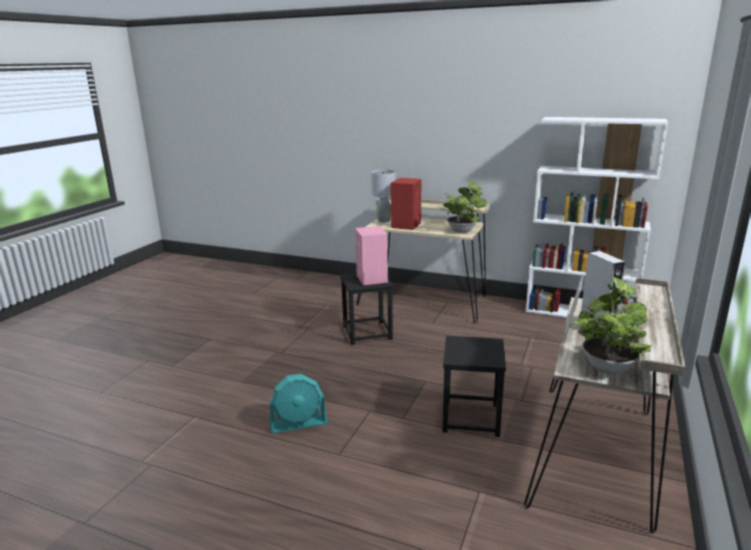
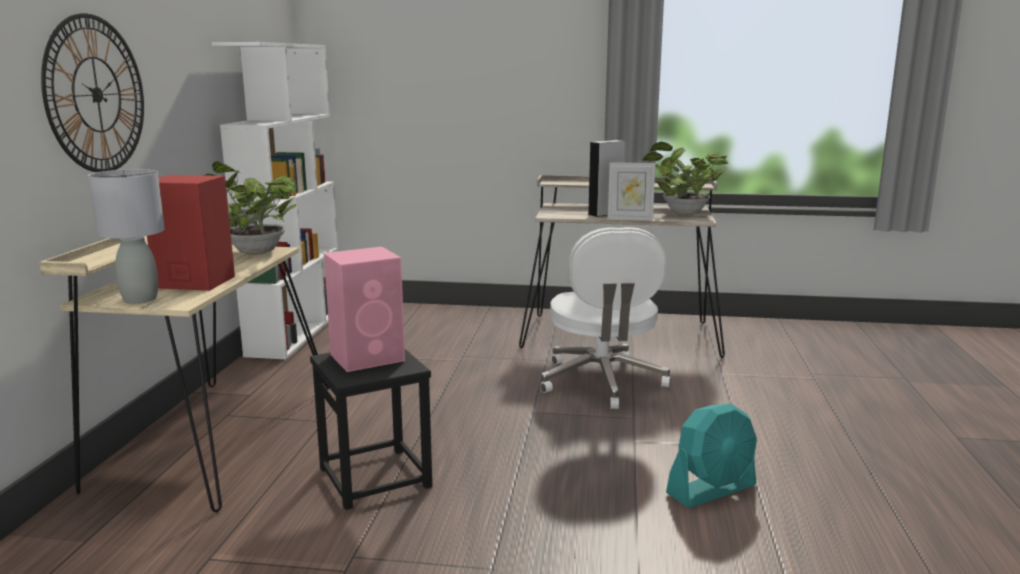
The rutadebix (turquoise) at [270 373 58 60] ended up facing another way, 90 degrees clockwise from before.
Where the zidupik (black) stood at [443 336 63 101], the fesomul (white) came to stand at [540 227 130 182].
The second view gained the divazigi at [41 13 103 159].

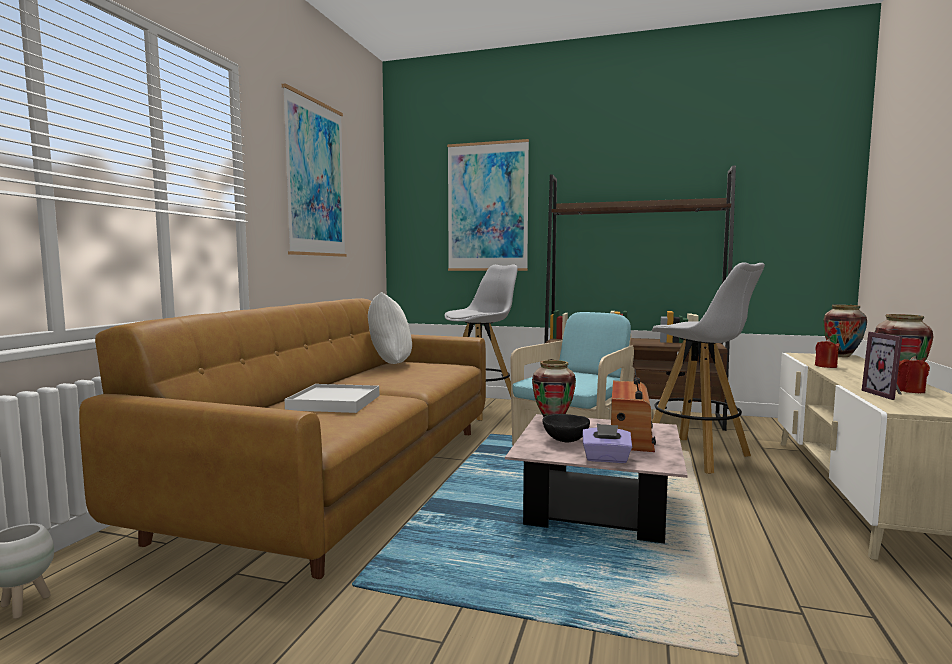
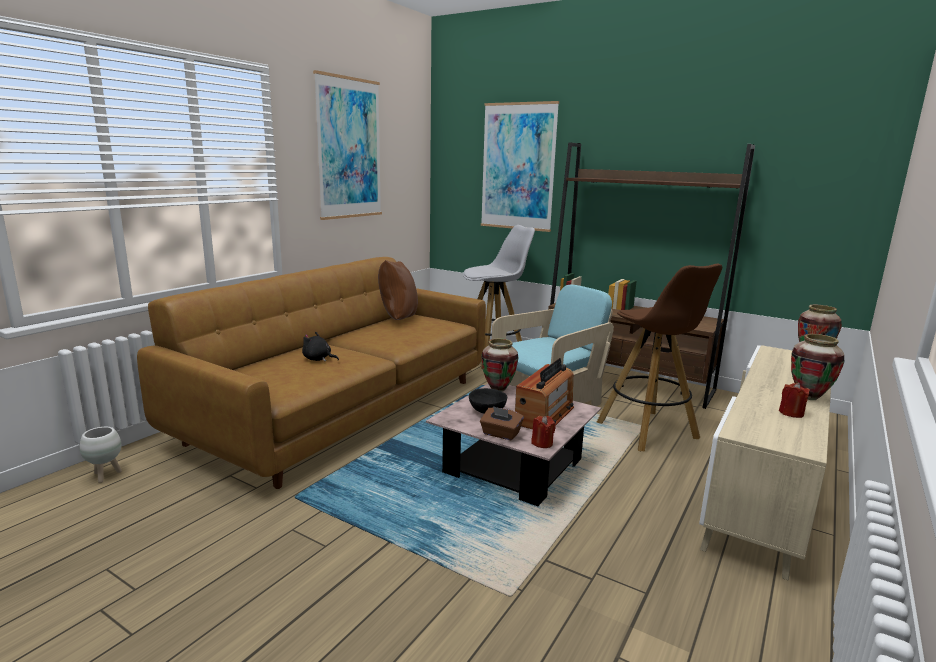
Where the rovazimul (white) stood at [285 384 94 29], the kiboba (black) came to stand at [302 332 37 29].
What was the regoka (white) at [368 292 44 72] turned into the regoka (brown) at [378 260 40 60].
What was the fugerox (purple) at [582 424 50 39] turned into the fugerox (brown) at [480 406 44 34].
What was the zidupik (white) at [652 262 113 212] turned into the zidupik (brown) at [597 264 126 187].
The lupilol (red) ended up elsewhere, having gone from [815 339 24 29] to [531 416 25 32].
The second view lost the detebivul at [862 332 40 68].

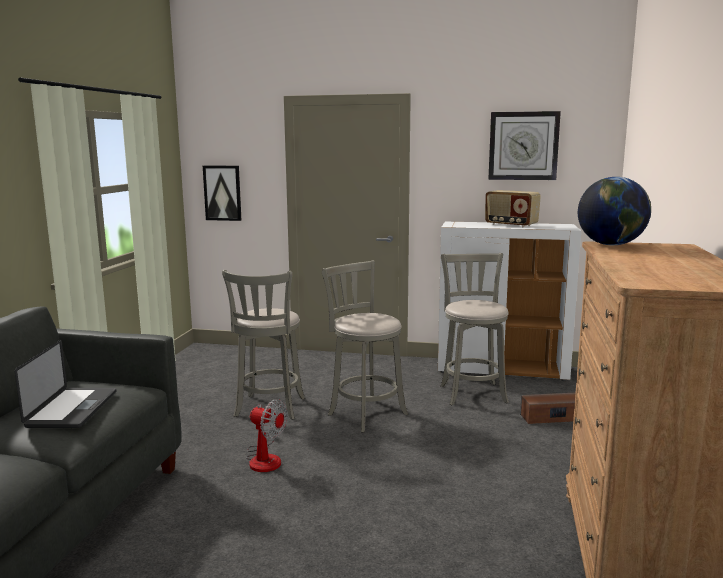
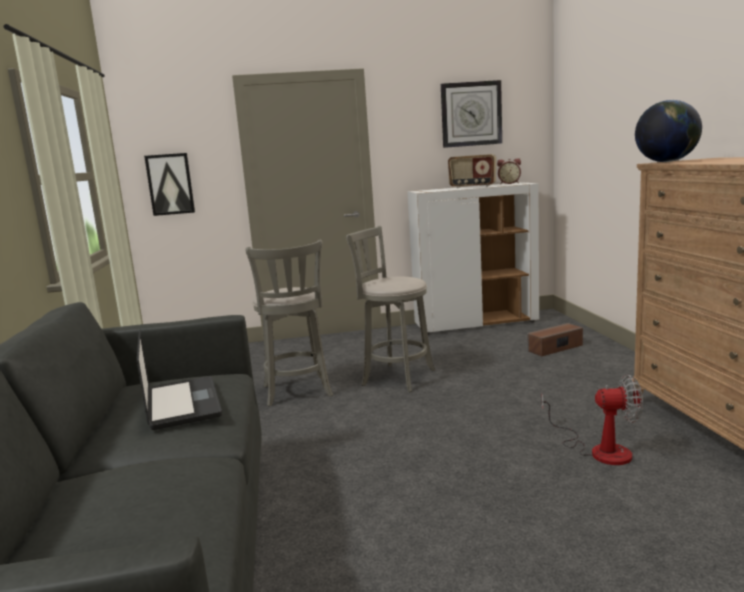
The rutadebix ended up elsewhere, having gone from [246 399 42 73] to [541 374 102 91].
The second view lost the zidupik (grey) at [440 253 69 152].
The second view gained the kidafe at [497 158 24 26].

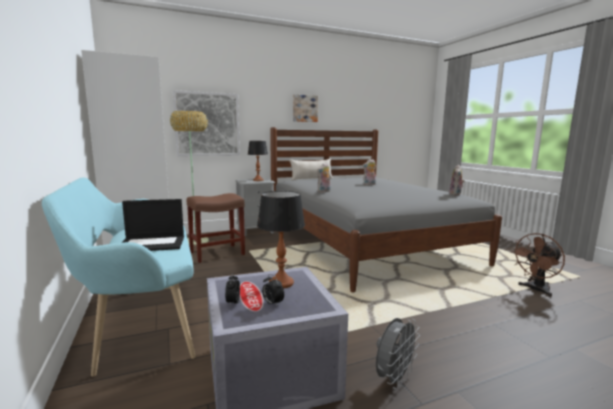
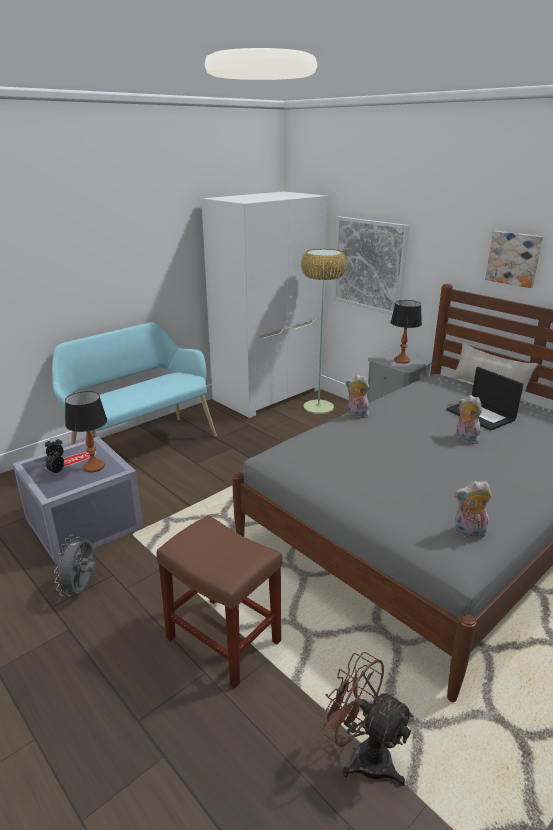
The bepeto ended up elsewhere, having gone from [122 199 62 52] to [446 367 77 64].
The zidupik (brown) ended up elsewhere, having gone from [187 193 58 70] to [156 515 127 174].
The rutadebix (grey) at [376 318 44 71] ended up facing another way, 75 degrees clockwise from before.

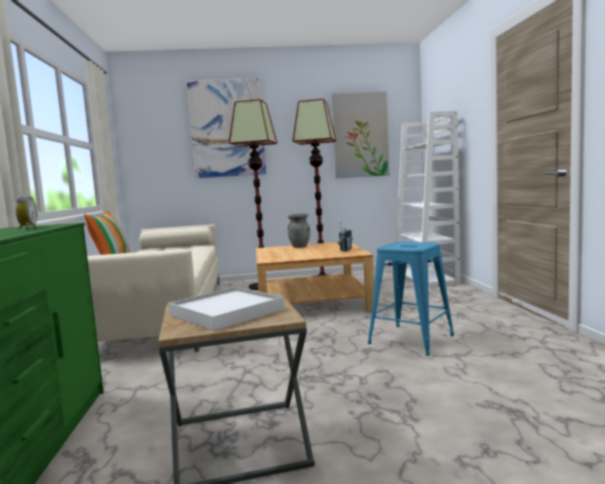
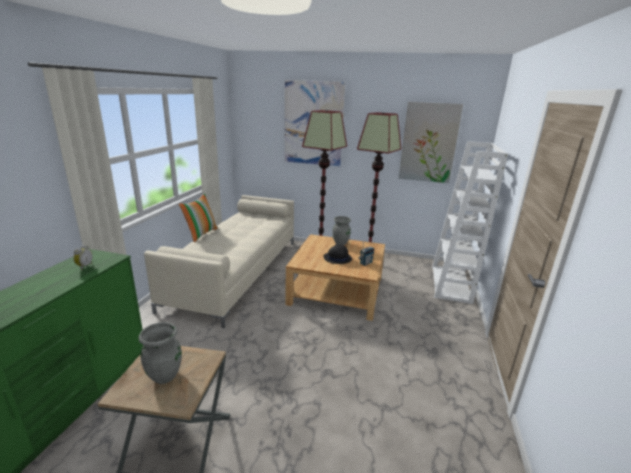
Where the rovazimul (white) stood at [168 287 116 44], the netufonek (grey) came to stand at [138 322 44 62].
The second view lost the zidupik (blue) at [368 242 86 114].
The second view gained the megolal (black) at [323 244 29 20].

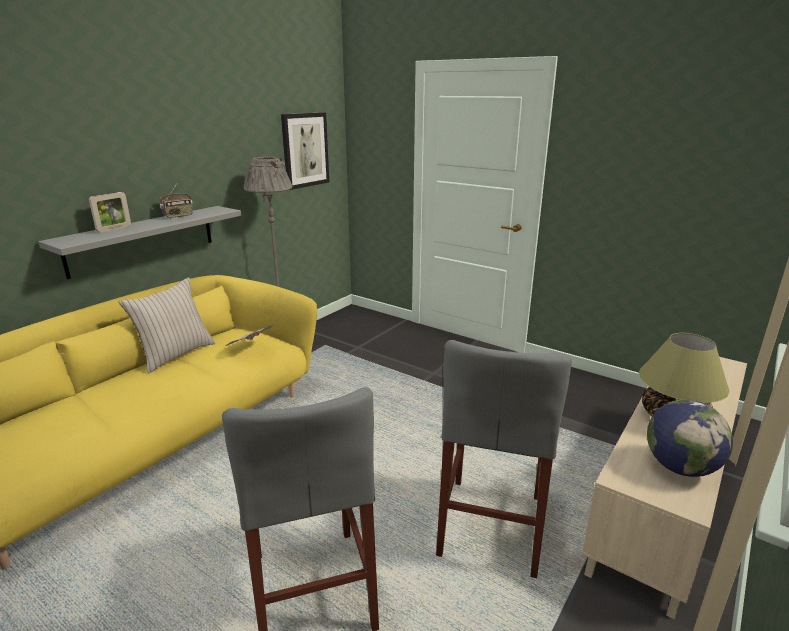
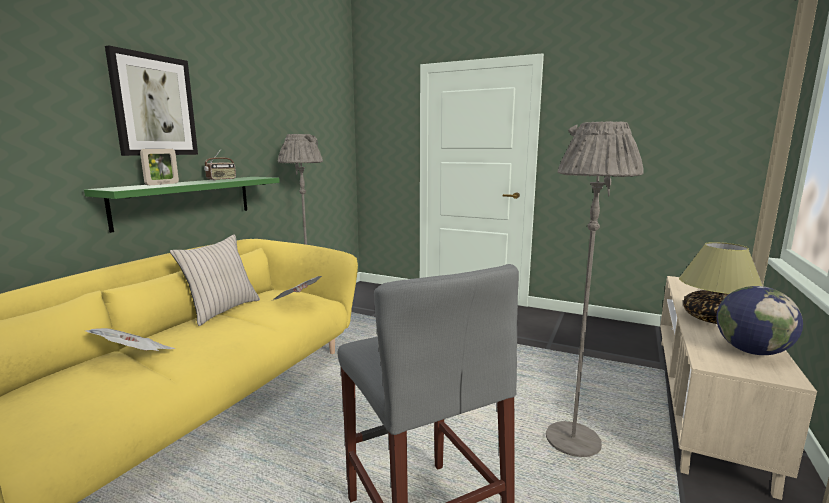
What was the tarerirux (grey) at [38 206 203 73] turned into the tarerirux (green) at [84 177 196 56].
The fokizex ended up elsewhere, having gone from [281 112 48 78] to [105 45 93 111].
Where the zidupik (grey) stood at [436 340 136 238], the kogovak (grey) came to stand at [546 121 98 336].
The second view gained the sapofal at [85 328 90 23].

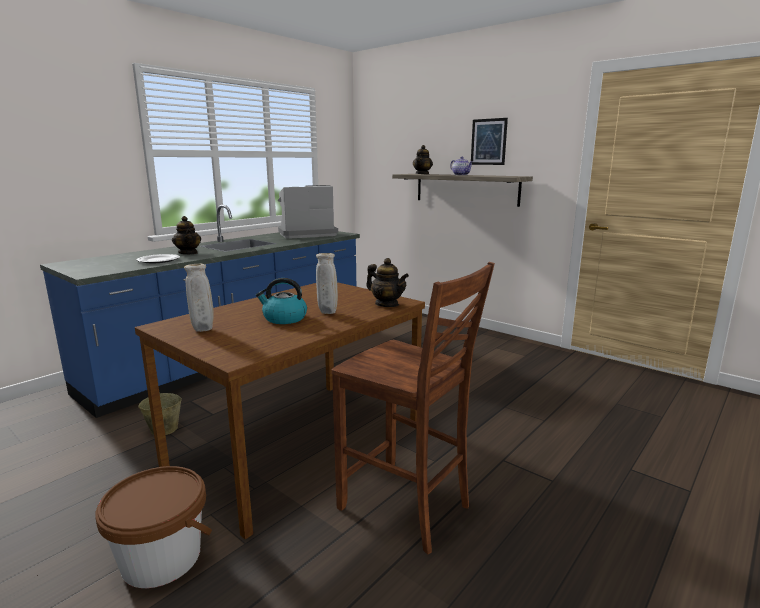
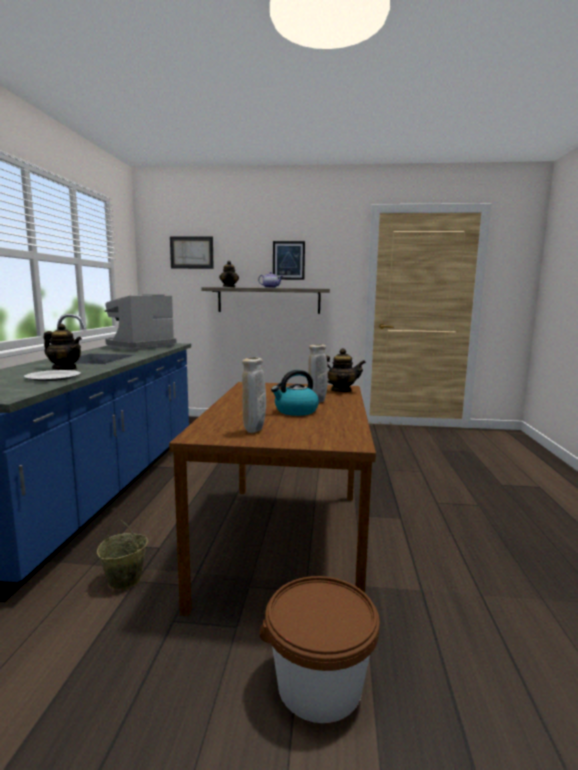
The second view lost the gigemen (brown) at [332 262 163 292].
The second view gained the fokizex at [170 236 44 33].

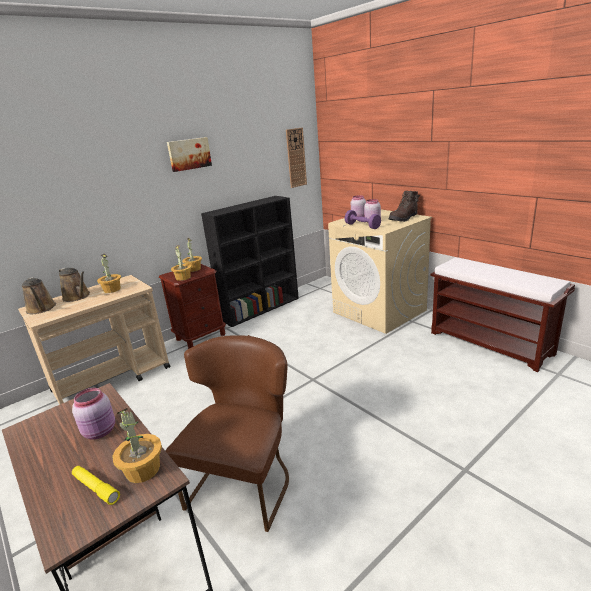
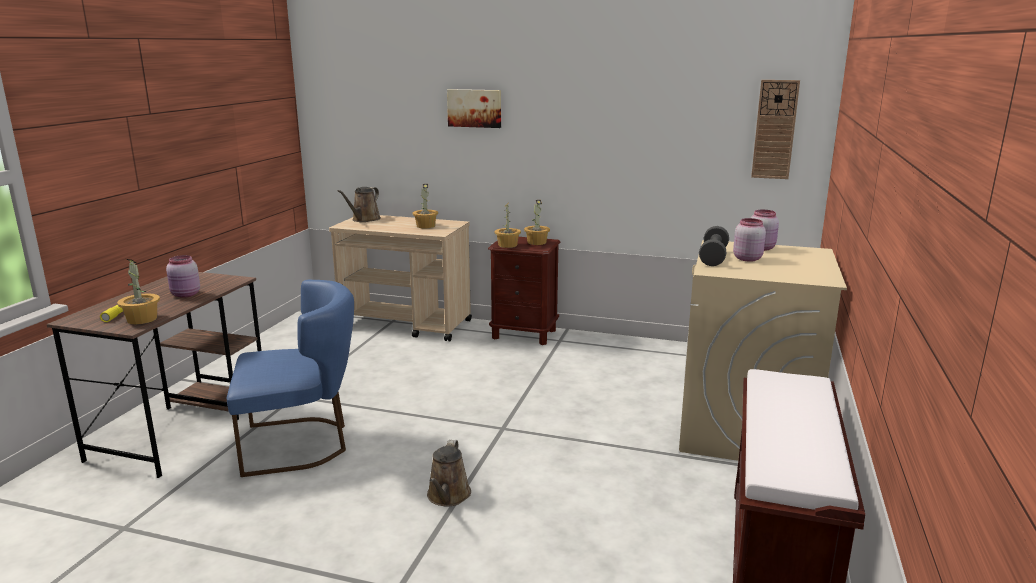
The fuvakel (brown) ended up elsewhere, having gone from [59 268 31 34] to [427 440 44 66].
What was the gigemen (brown) at [165 335 124 197] turned into the gigemen (blue) at [227 280 127 197].
The fokizex ended up elsewhere, having gone from [167 137 45 35] to [447 89 54 39].
The second view lost the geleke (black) at [201 196 98 131].
What was the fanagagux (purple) at [345 210 36 19] turned into the fanagagux (grey) at [699 226 30 40].
The second view lost the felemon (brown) at [389 191 31 31].

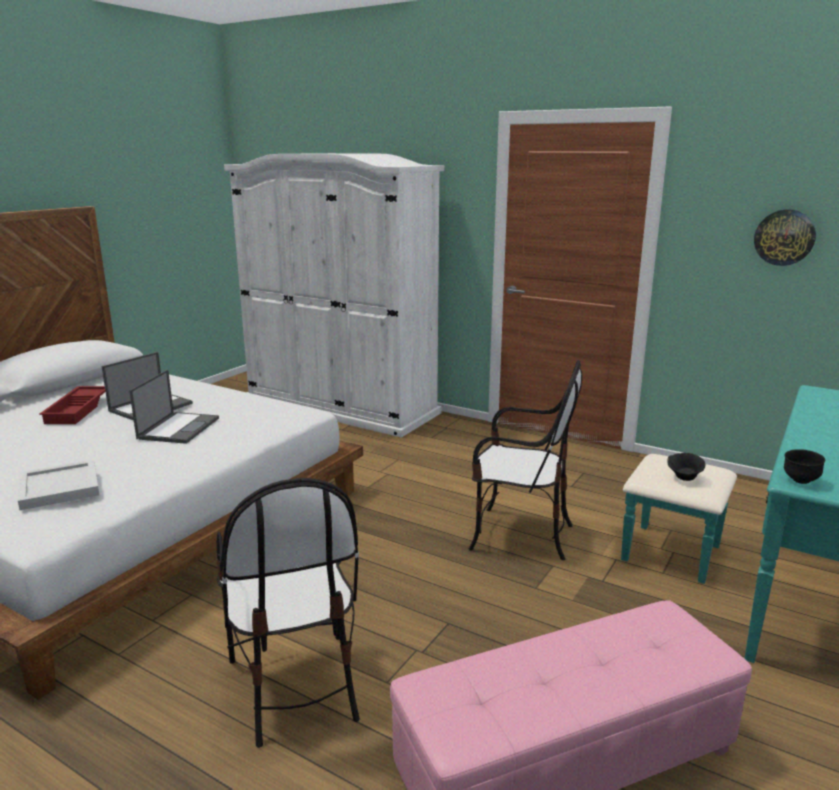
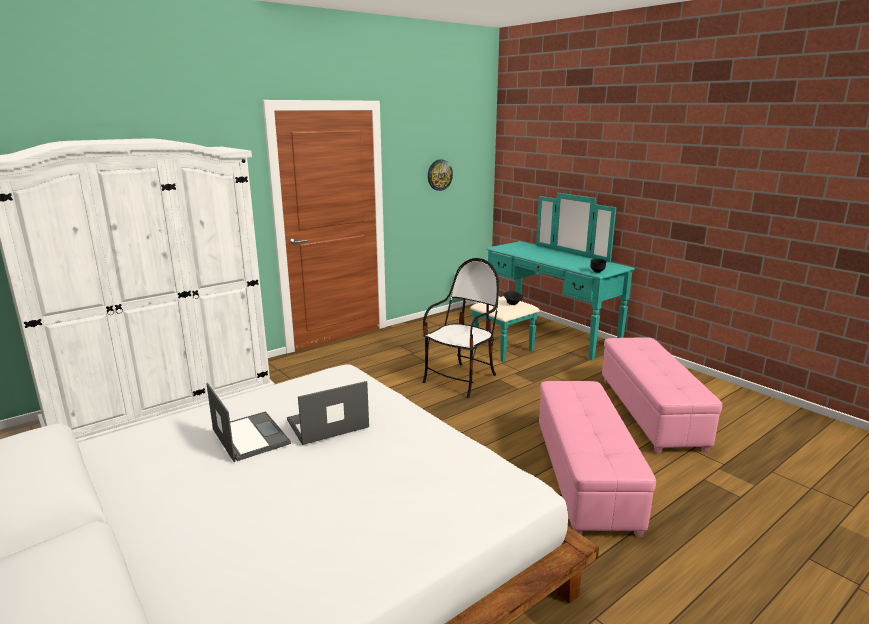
The second view lost the rovazimul (white) at [18 460 81 50].
The second view lost the rovazimul (red) at [39 386 66 38].
The bepeto at [129 369 90 75] ended up facing another way, 60 degrees counterclockwise from before.
Where the gigemen stood at [216 478 144 270], the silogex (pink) came to stand at [539 381 117 156].

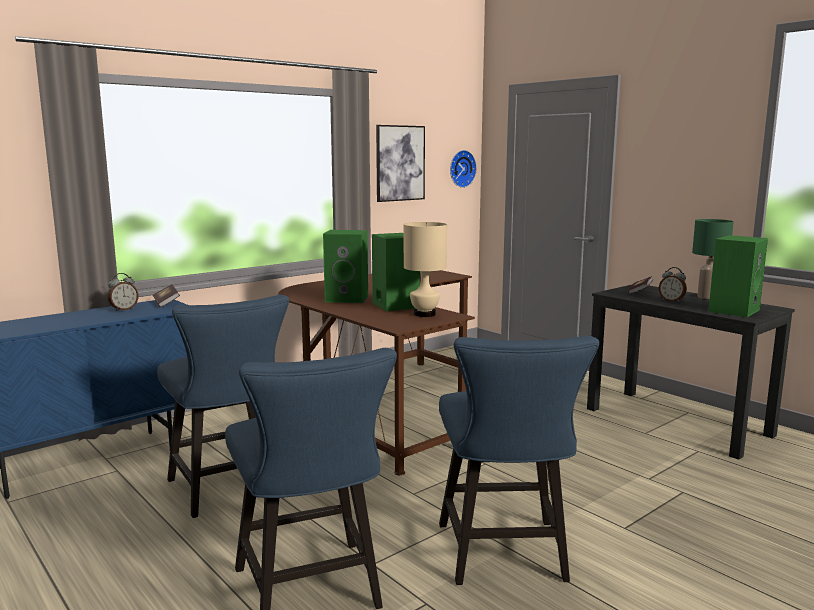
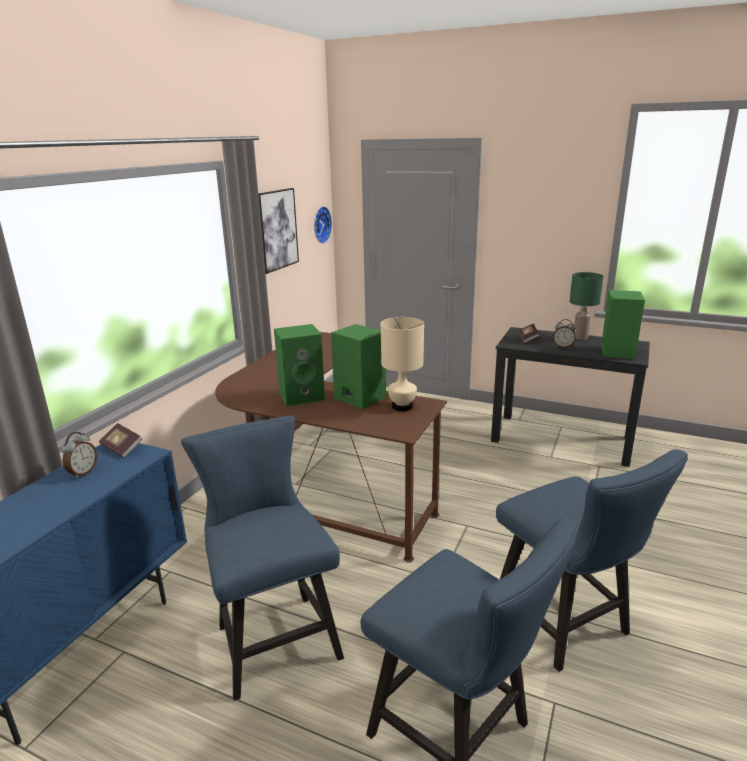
The gigemen (blue) at [157 295 132 223] ended up facing another way, 150 degrees counterclockwise from before.

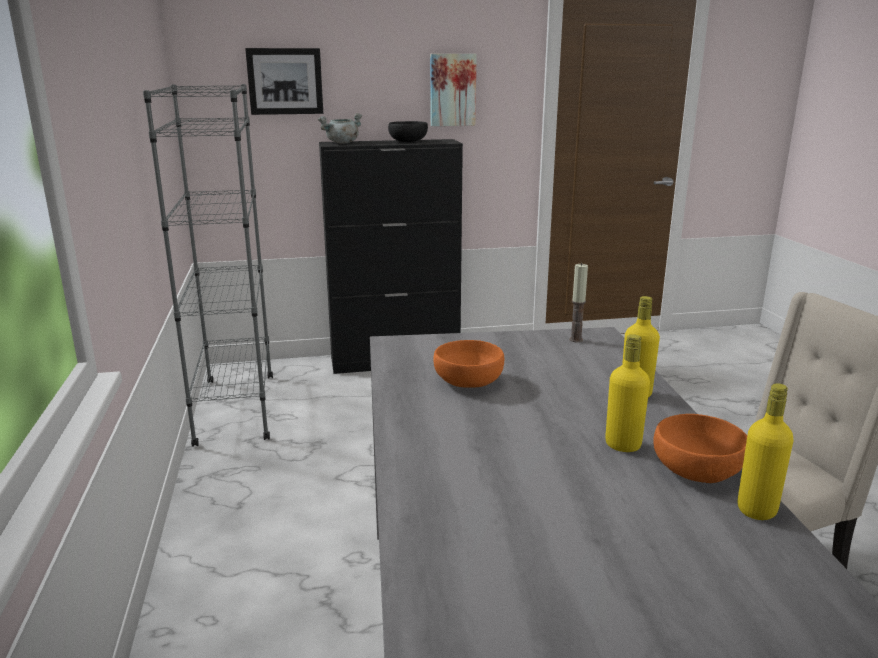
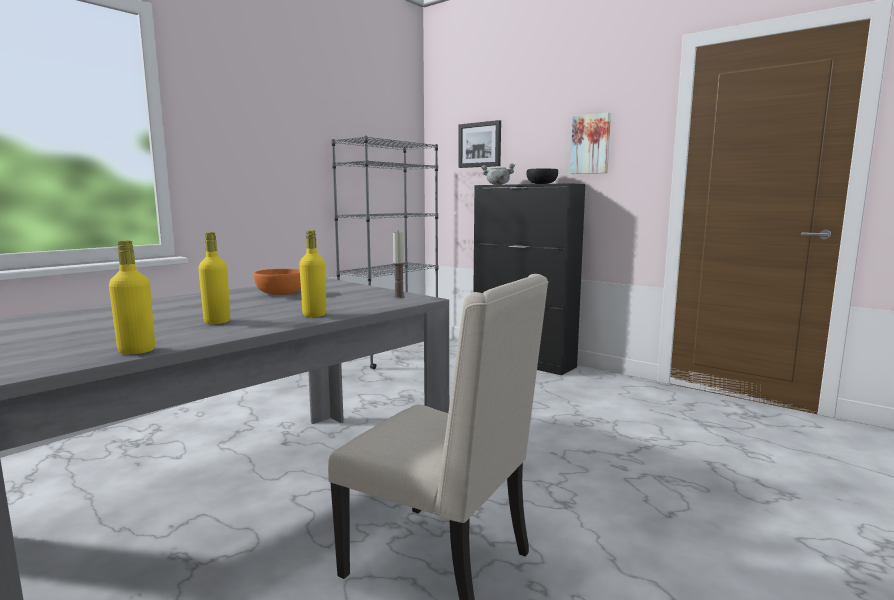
The second view lost the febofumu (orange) at [653 414 94 69].

